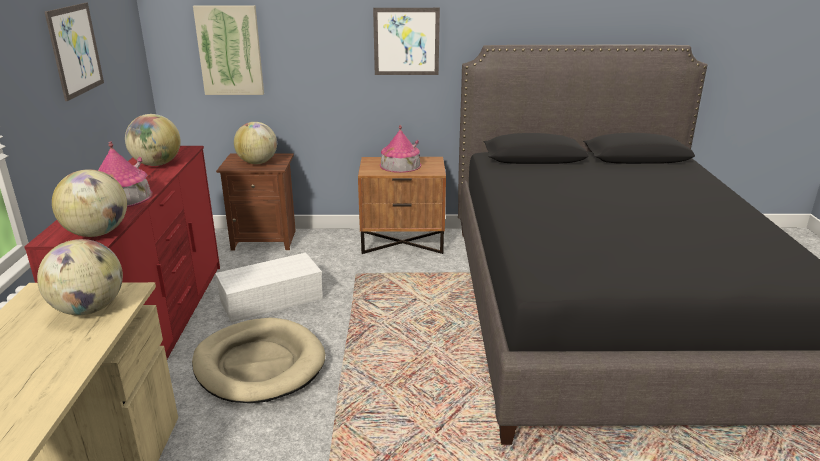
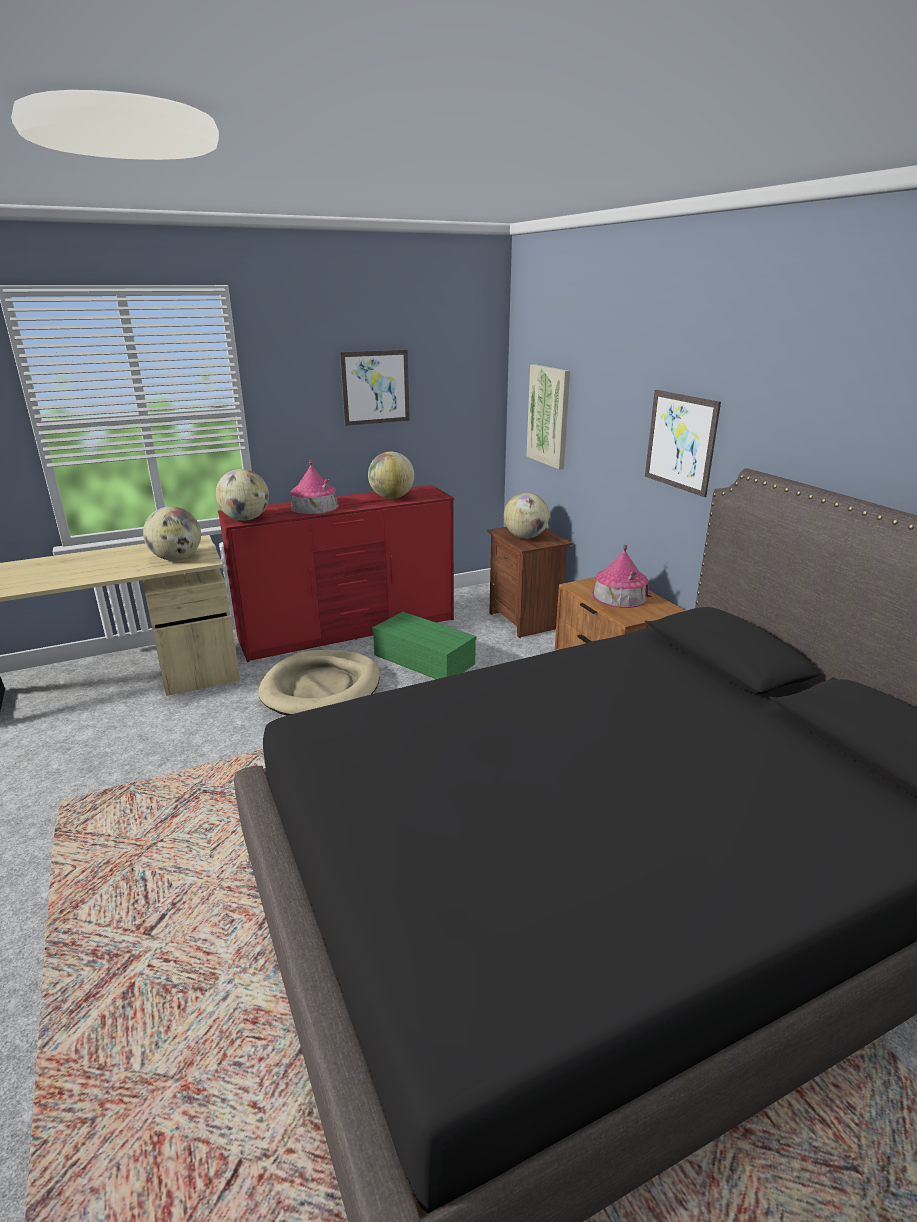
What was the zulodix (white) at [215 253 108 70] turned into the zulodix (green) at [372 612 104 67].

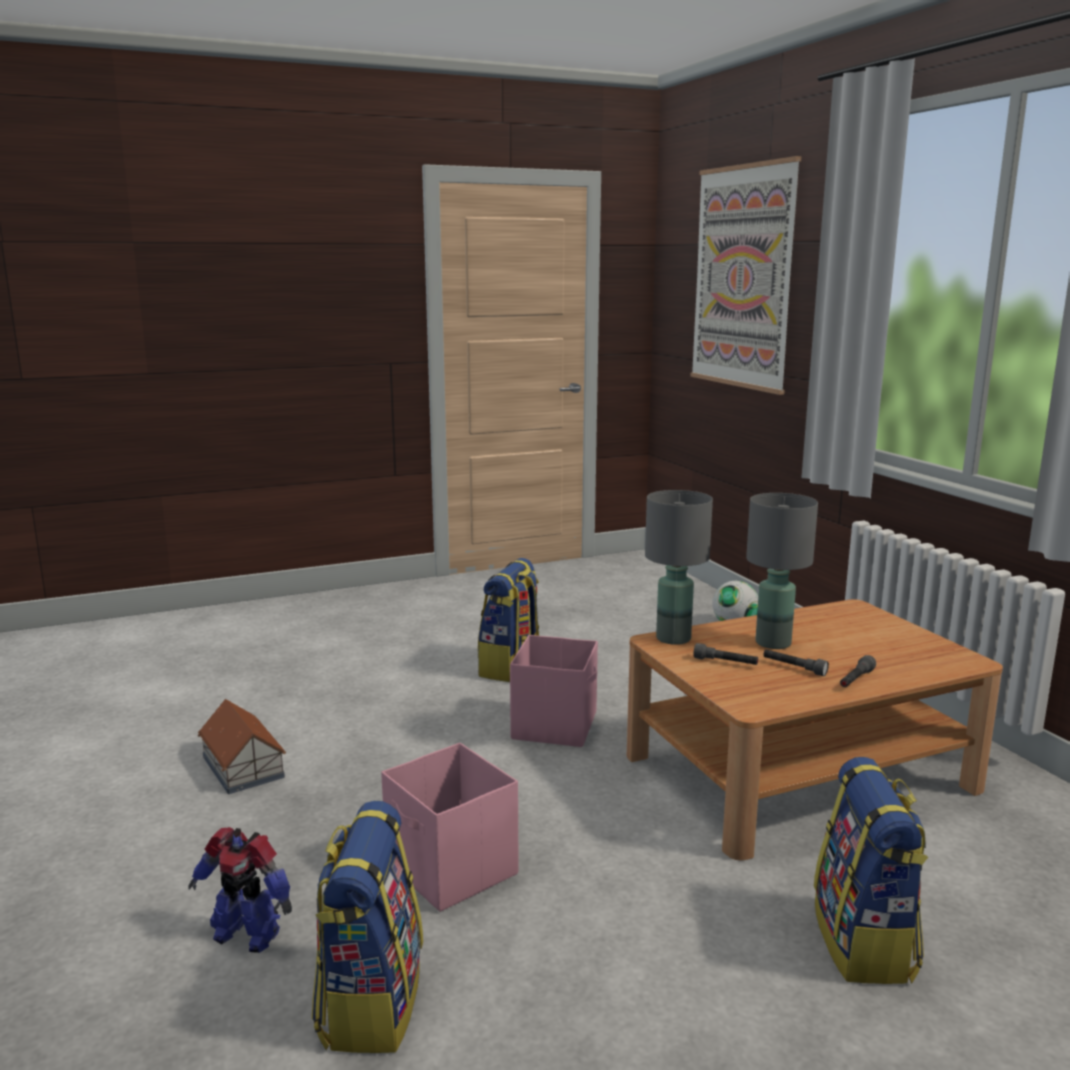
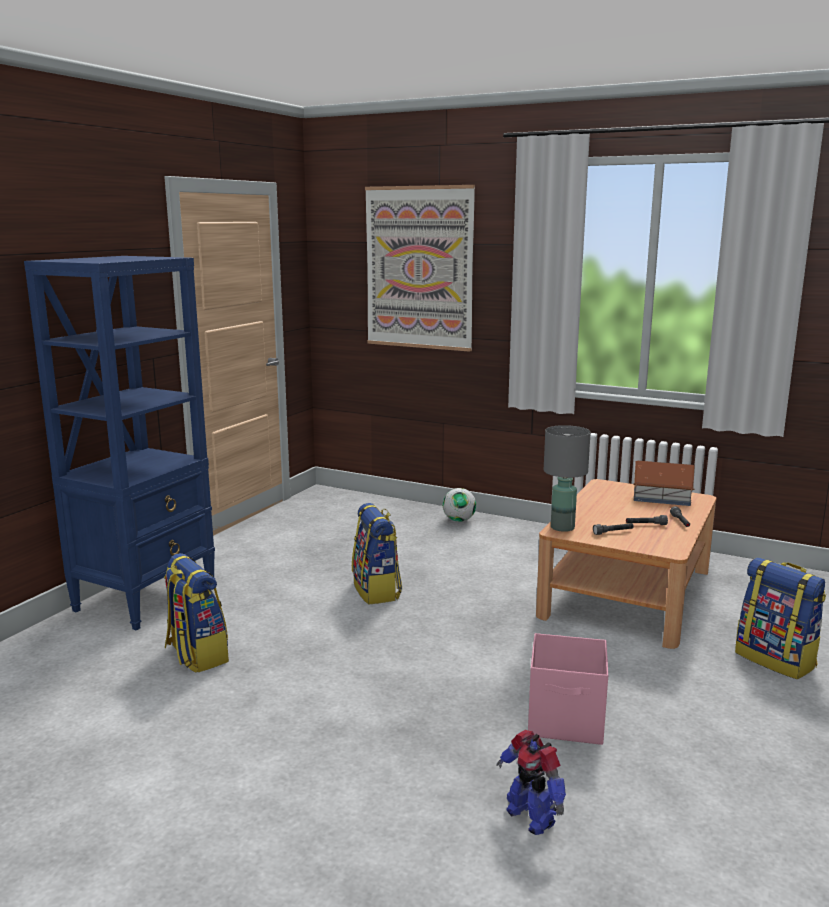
The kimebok at [188 827 104 126] ended up facing another way, 75 degrees clockwise from before.
The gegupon ended up elsewhere, having gone from [198 699 88 95] to [633 461 62 45].
The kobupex ended up elsewhere, having gone from [312 801 111 252] to [164 553 65 120].
The second view lost the zulodix (pink) at [510 635 88 112].
The second view lost the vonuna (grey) at [746 493 72 156].
The second view gained the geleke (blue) at [24 256 191 375].

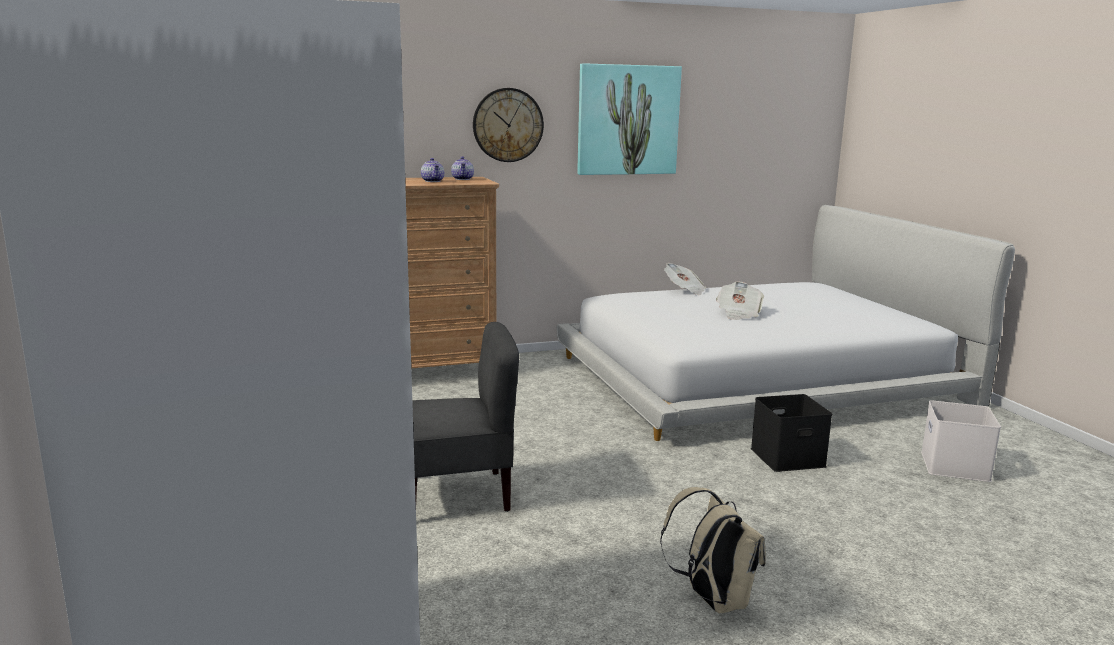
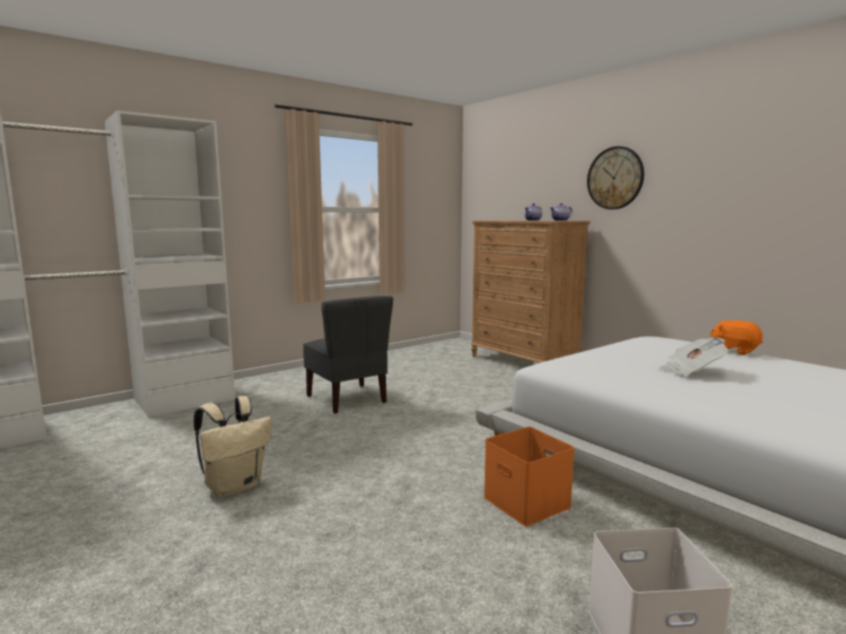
The second view lost the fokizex at [577 63 105 112].
Where the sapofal stood at [664 263 42 32], the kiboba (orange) came to stand at [710 320 53 35].
What was the zulodix (black) at [751 394 81 78] turned into the zulodix (orange) at [484 427 91 100].

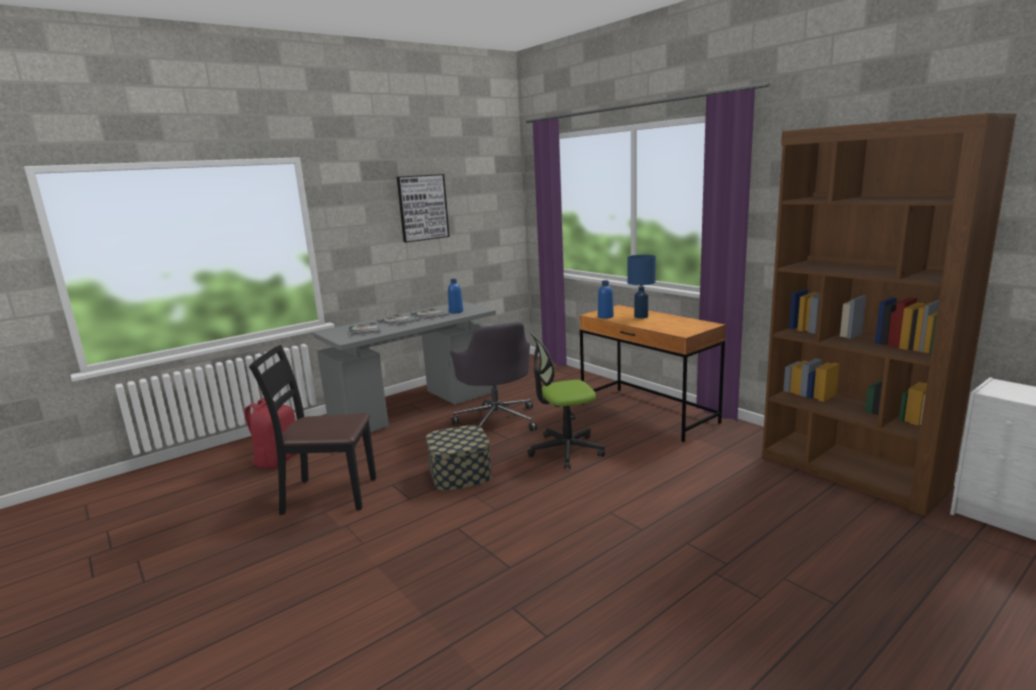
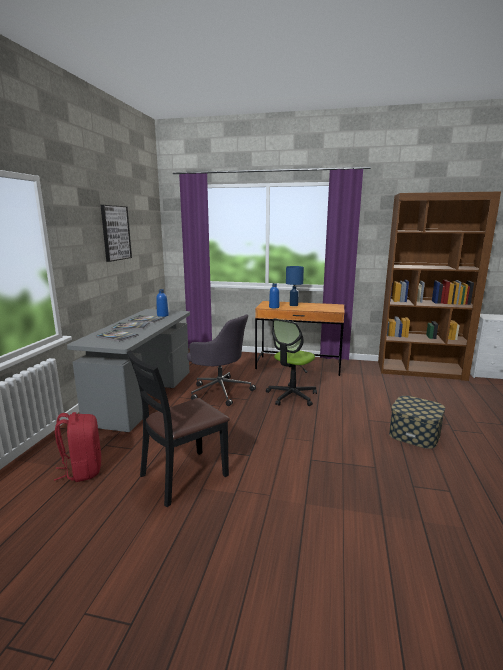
The zulodix ended up elsewhere, having gone from [426 425 66 66] to [389 396 56 53].

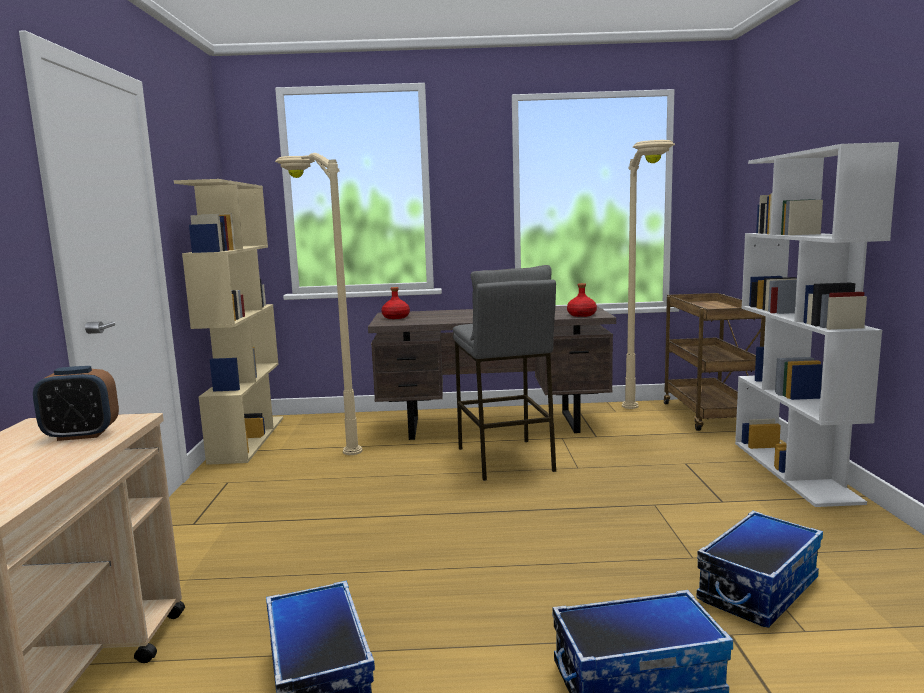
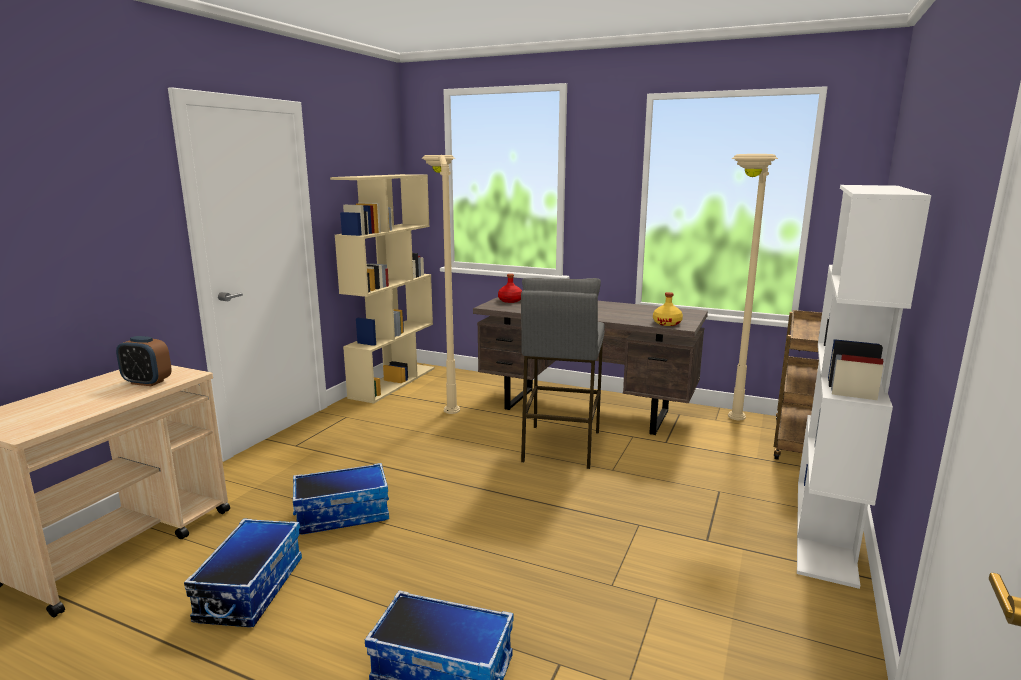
What was the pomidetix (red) at [567 283 30 34] turned into the pomidetix (yellow) at [653 292 30 34].
The zulodix ended up elsewhere, having gone from [697 511 126 117] to [293 463 96 72].

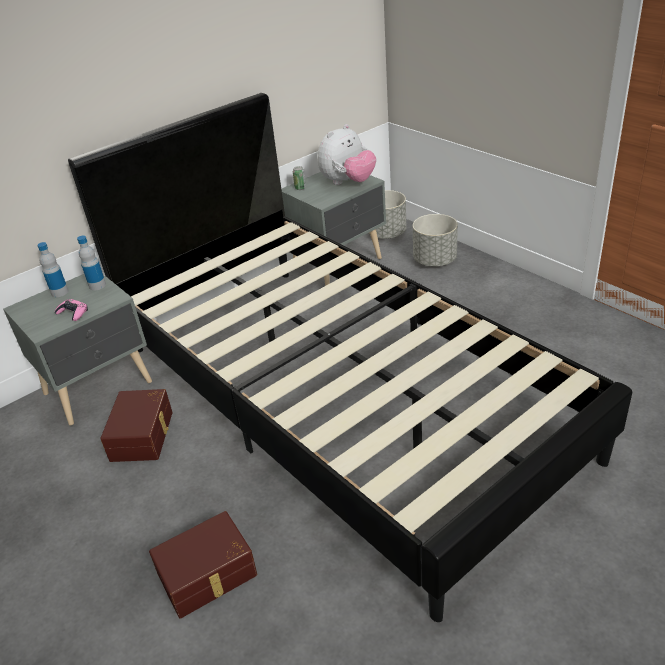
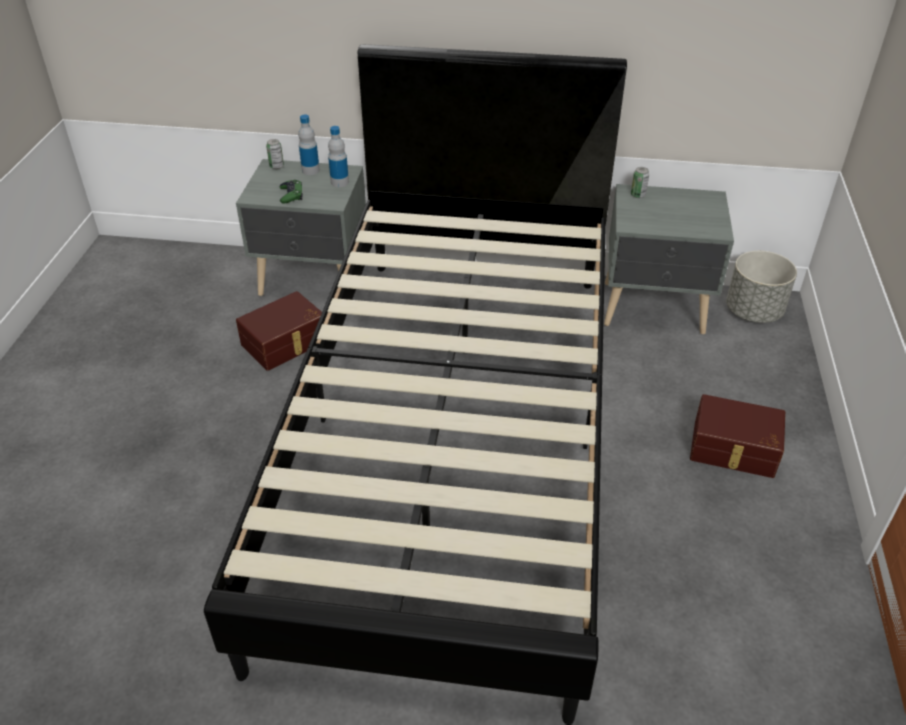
What was the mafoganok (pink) at [55 299 33 22] turned into the mafoganok (green) at [279 180 24 23].
The zulodix (brown) ended up elsewhere, having gone from [149 511 108 107] to [690 394 95 84].
The second view lost the kiboba at [317 124 59 61].
The second view lost the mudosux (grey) at [413 214 45 52].
The second view gained the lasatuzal at [266 139 18 30].

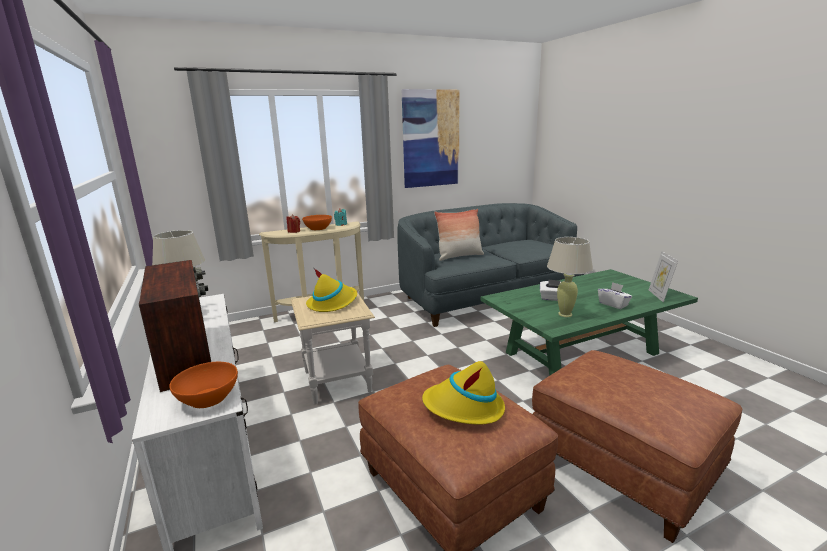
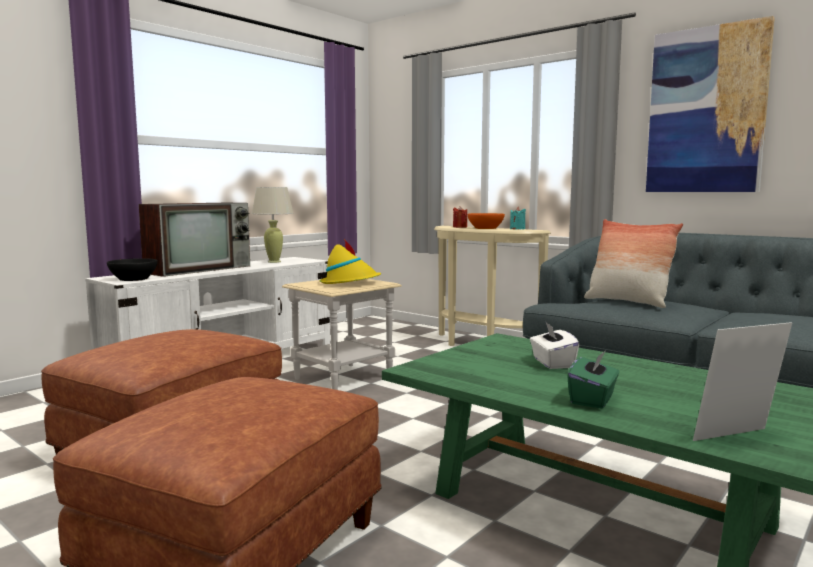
What was the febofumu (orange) at [169 362 69 46] turned into the febofumu (black) at [107 258 51 23].
The second view lost the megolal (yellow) at [422 361 83 64].
The second view lost the vonuna (beige) at [547 237 46 80].
What was the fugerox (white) at [598 282 34 27] turned into the fugerox (green) at [567 350 52 59].

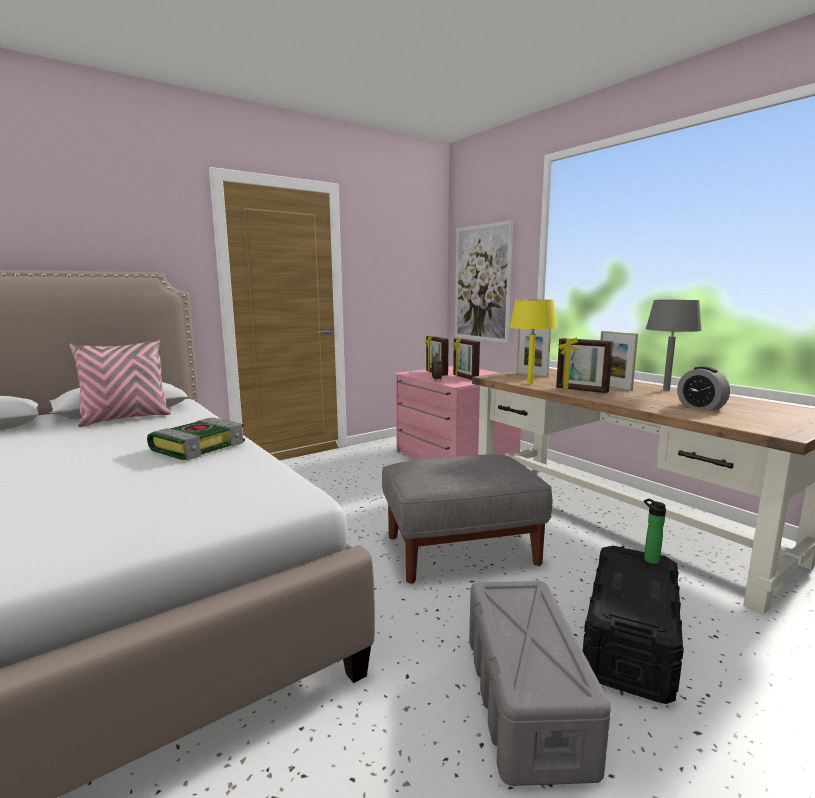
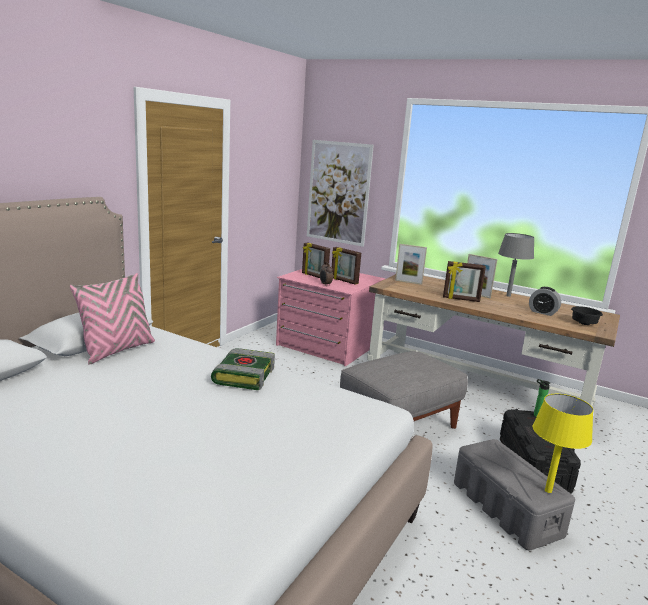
The vonuna (yellow) ended up elsewhere, having gone from [510 300 47 84] to [533 394 61 99].
The second view gained the febofumu (black) at [571 306 32 19].

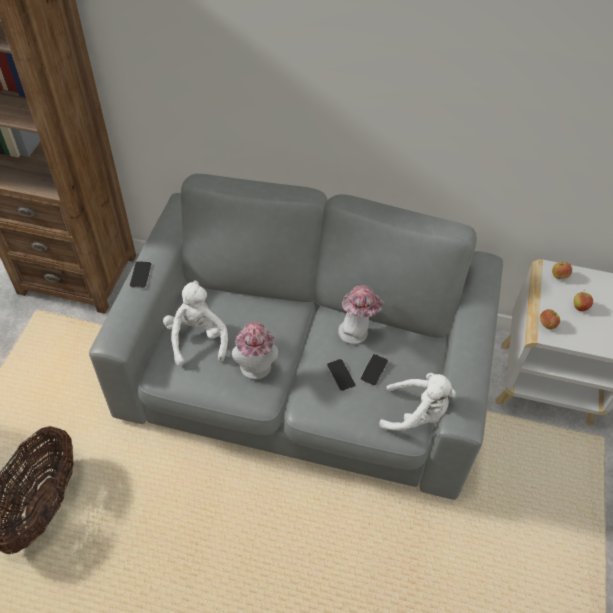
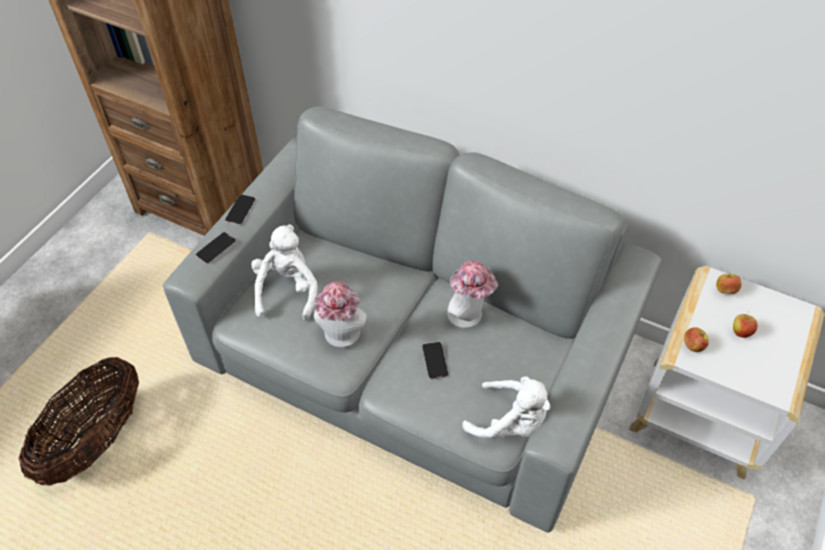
The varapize ended up elsewhere, having gone from [360 354 28 32] to [195 232 41 32].

